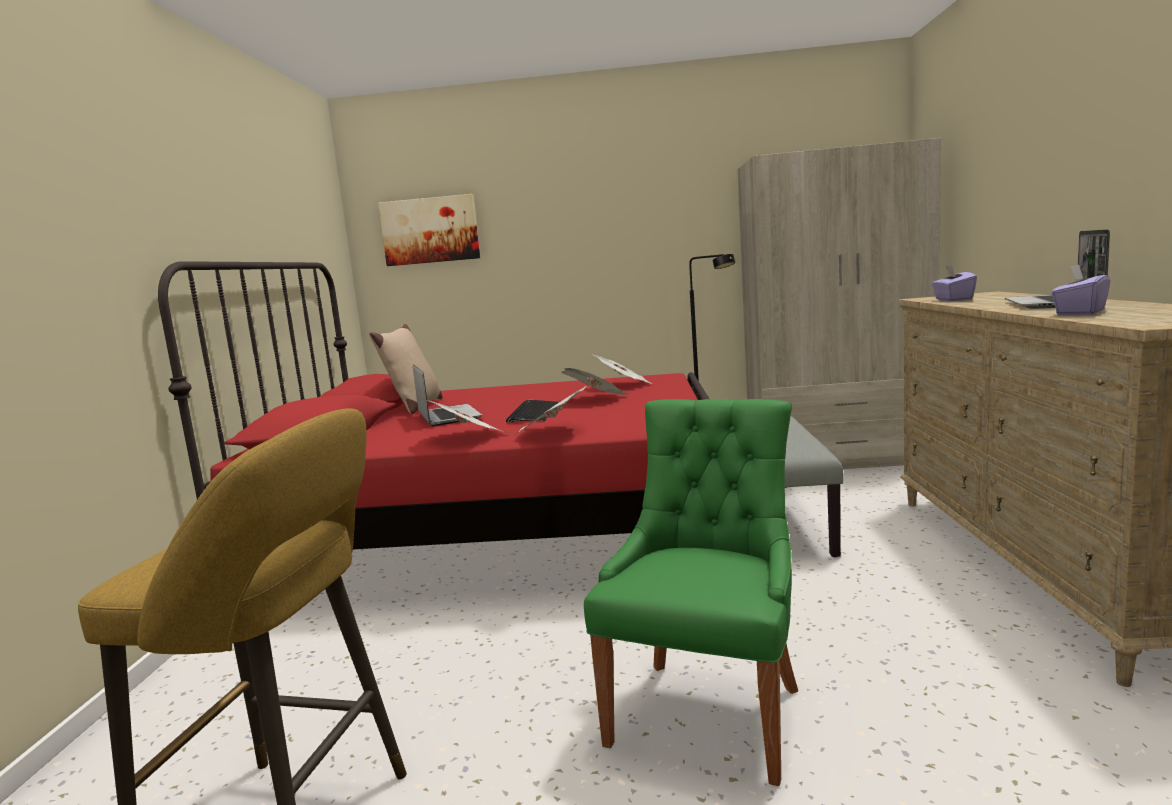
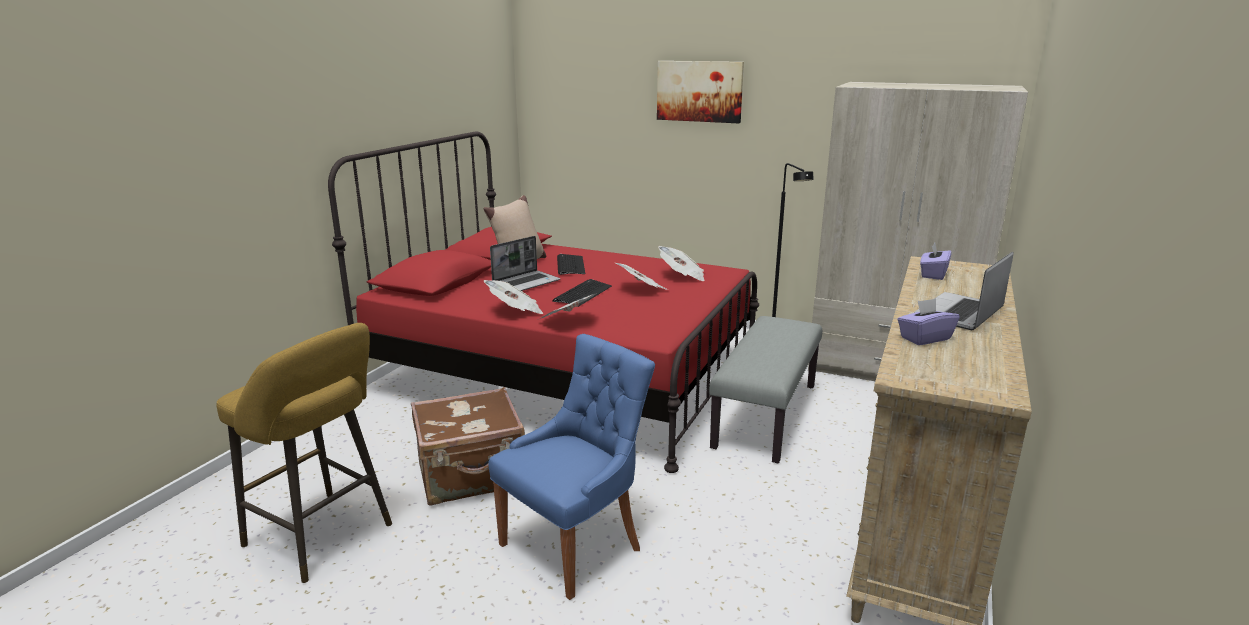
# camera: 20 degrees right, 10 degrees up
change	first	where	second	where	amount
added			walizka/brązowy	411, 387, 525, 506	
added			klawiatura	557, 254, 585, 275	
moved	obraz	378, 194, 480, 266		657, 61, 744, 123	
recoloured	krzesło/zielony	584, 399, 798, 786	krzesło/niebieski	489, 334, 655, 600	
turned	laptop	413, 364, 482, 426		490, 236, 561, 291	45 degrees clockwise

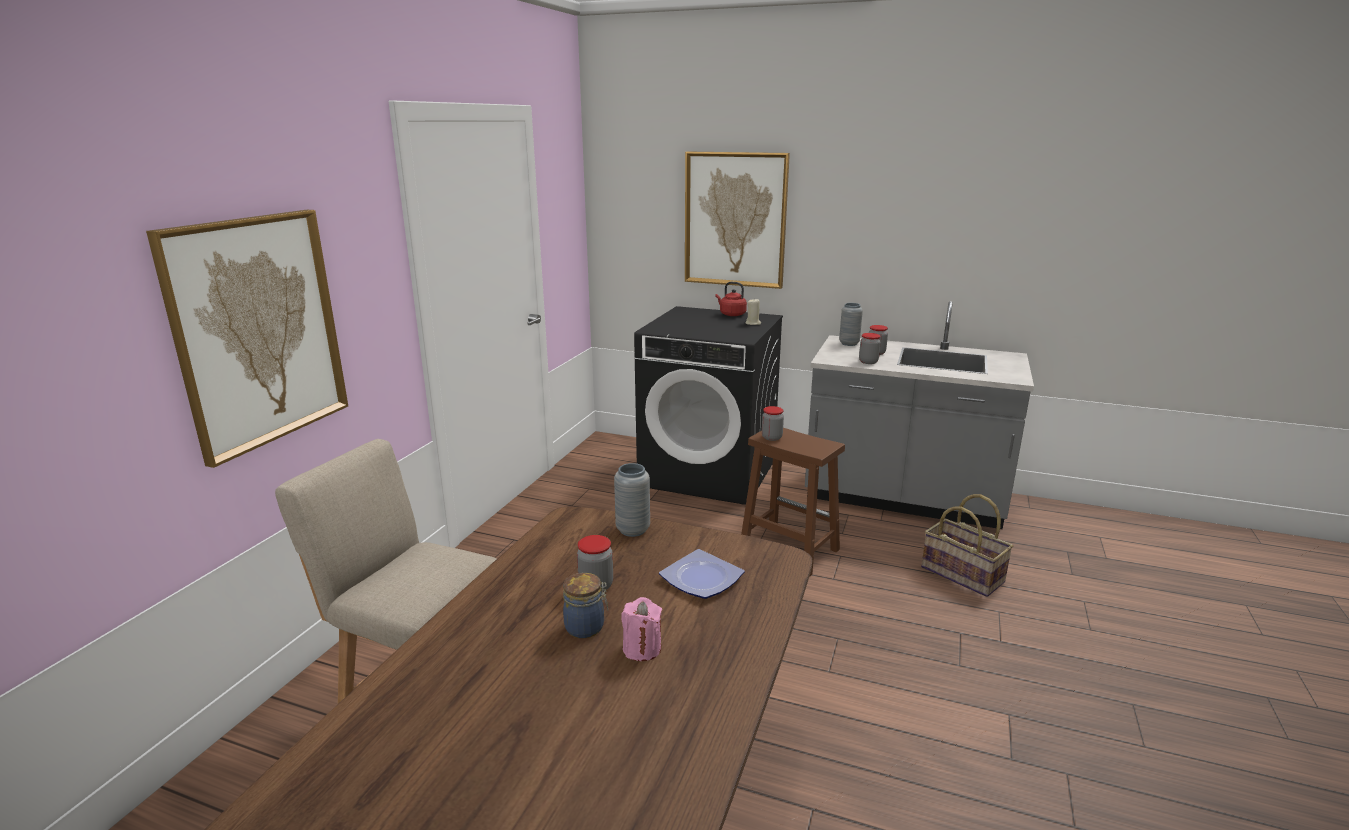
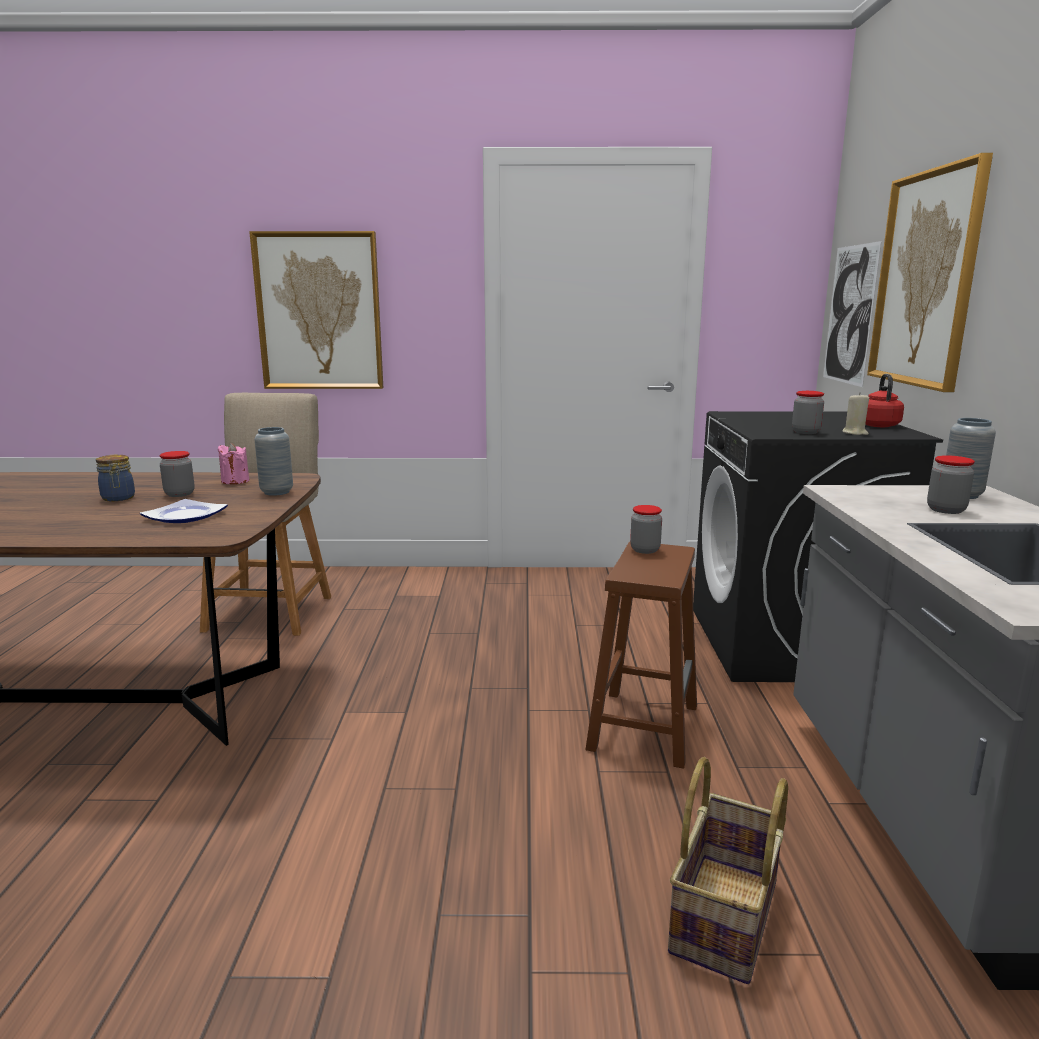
# camera: 70 degrees right, 5 degrees down
change	first	where	second	where	amount
added			obraz	823, 241, 882, 387	
moved	świeca/różowy	621, 597, 662, 661		218, 443, 249, 484	
moved	słoik	859, 333, 881, 364		792, 391, 824, 434	

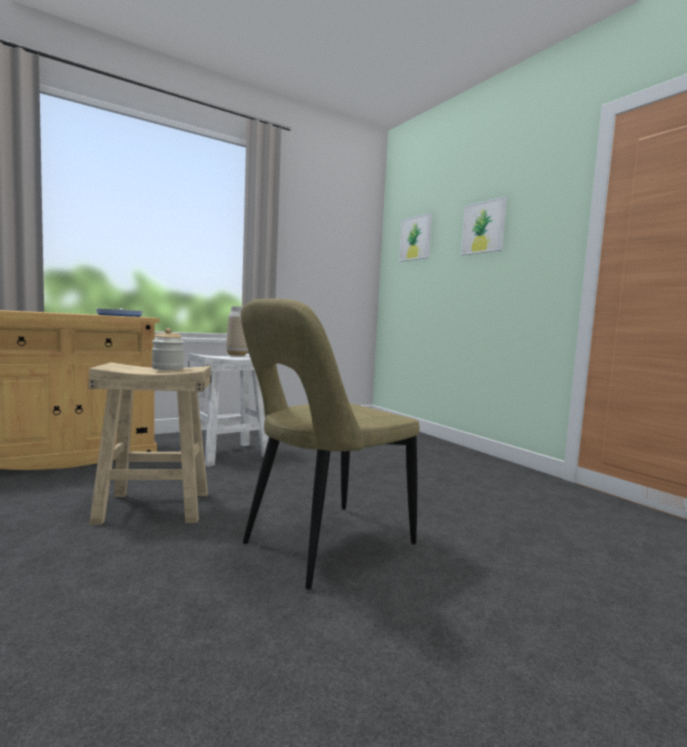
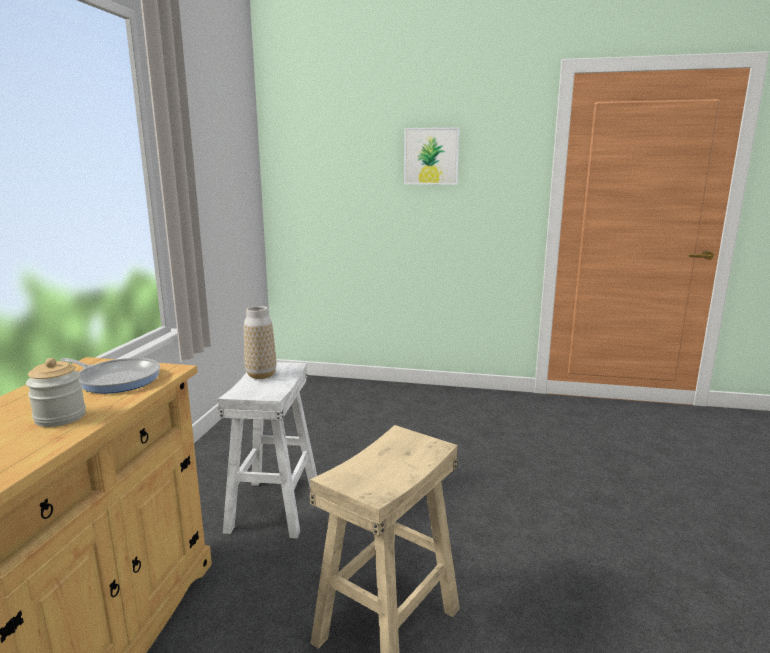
# camera: 45 degrees left, 10 degrees up
change	first	where	second	where	amount
removed	krzesło/beżowy	241, 298, 420, 590			
removed	obraz	399, 213, 432, 262			
moved	słoik	152, 328, 184, 370		26, 358, 86, 427	

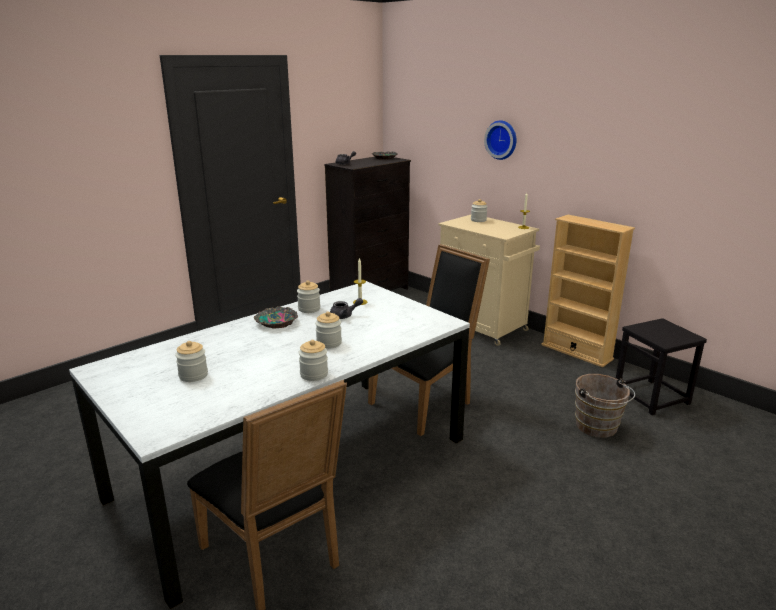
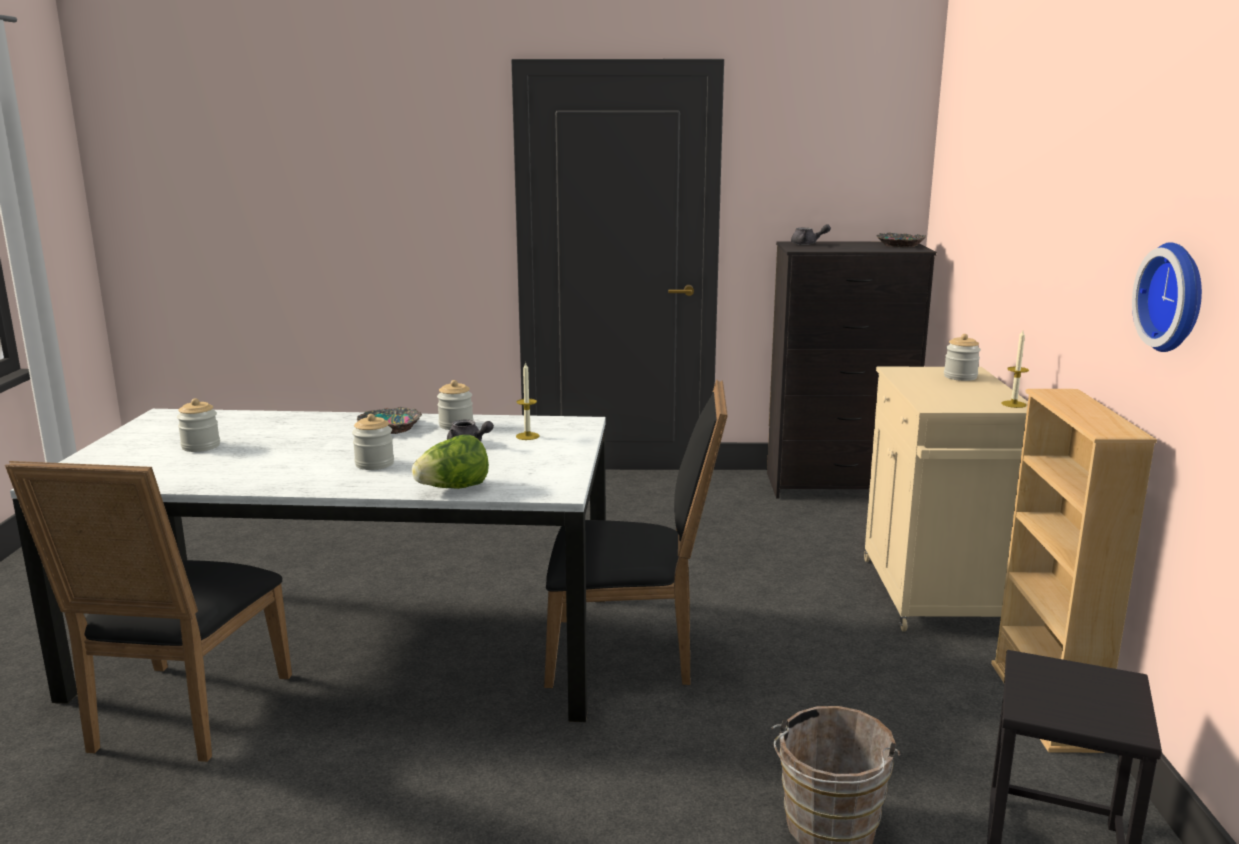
# camera: 45 degrees right, 5 degrees down
change	first	where	second	where	amount
removed	słoik	298, 340, 328, 381			
added			sałata	412, 435, 489, 489	
moved	zegar ścienny	484, 120, 516, 160		1132, 242, 1202, 352	

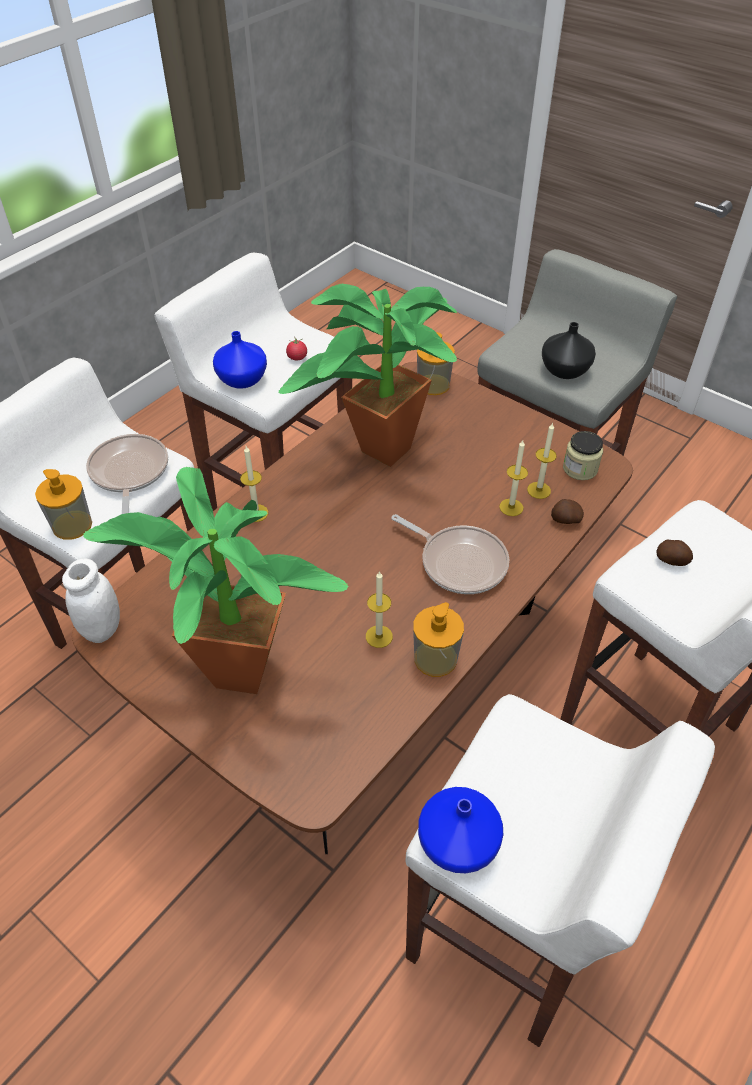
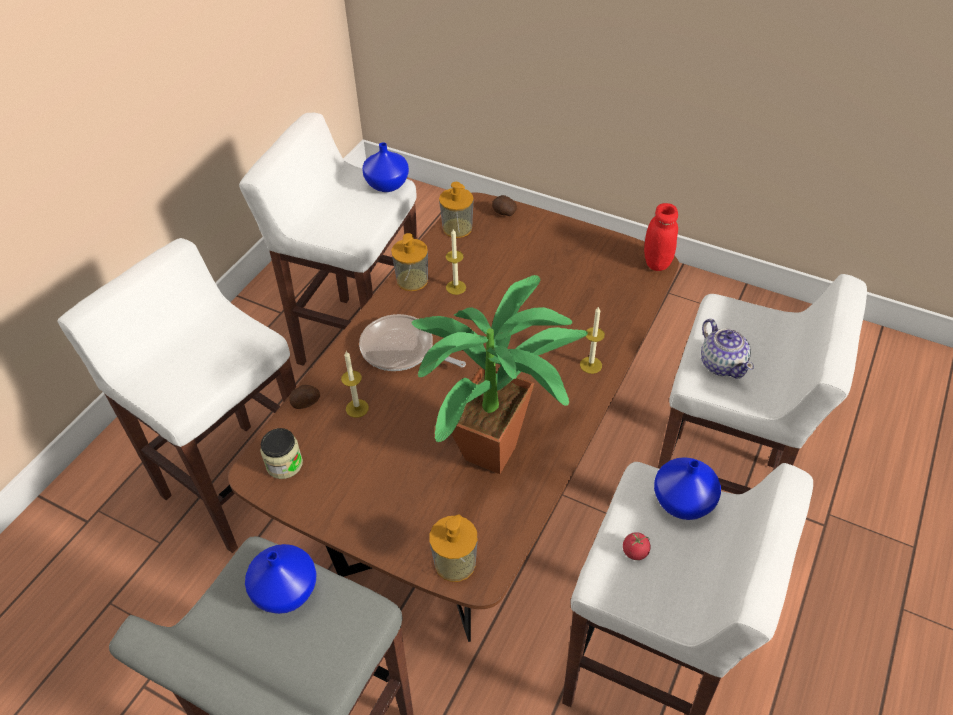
# camera: 170 degrees right, 0 degrees up
change	first	where	second	where	amount
removed	roślina doniczkowa	83, 467, 348, 694			
removed	świeca	527, 423, 557, 499			
moved	dozownik mydła	35, 469, 92, 540		439, 182, 474, 238	
moved	ziemniak	656, 539, 693, 566		492, 195, 517, 216	
replaced	patelnia	86, 434, 168, 514	imbryk	701, 319, 754, 379	
recoloured	słoik/biały	62, 559, 120, 643	słoik/czerwony	644, 203, 678, 271	
recoloured	wazon/czarny	542, 322, 596, 379	wazon/niebieski	245, 544, 316, 614	

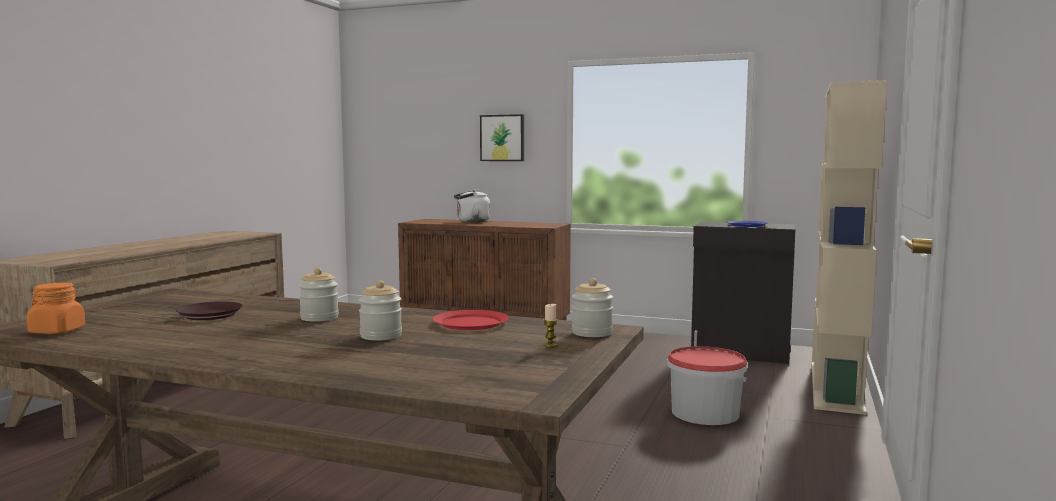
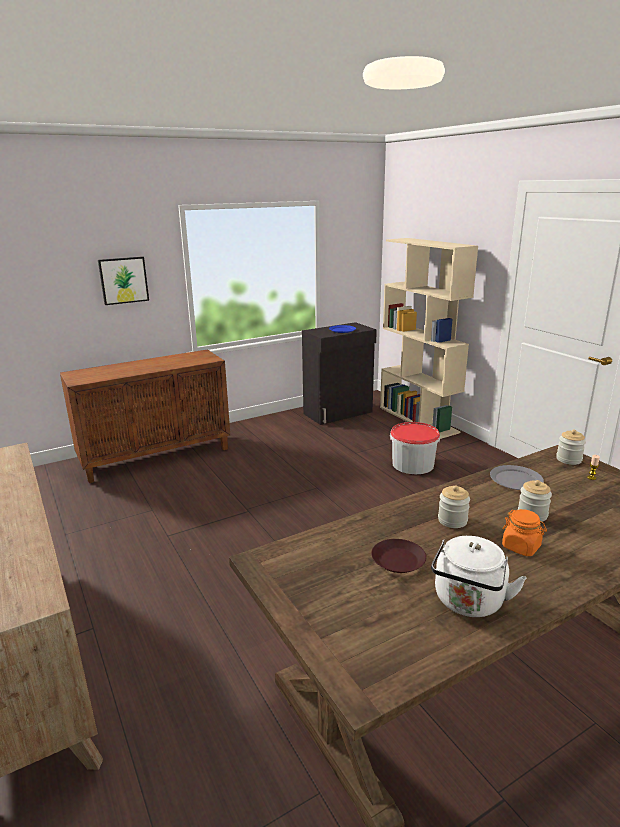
# camera: 50 degrees left, 15 degrees up
change	first	where	second	where	amount
moved	słoik/pomarańczowy	27, 283, 85, 334		502, 509, 547, 556	
moved	czajnik/biały	454, 189, 490, 222		431, 536, 527, 617	
recoloured	talerz/czerwony	432, 310, 509, 330	talerz/szary	490, 465, 544, 490	

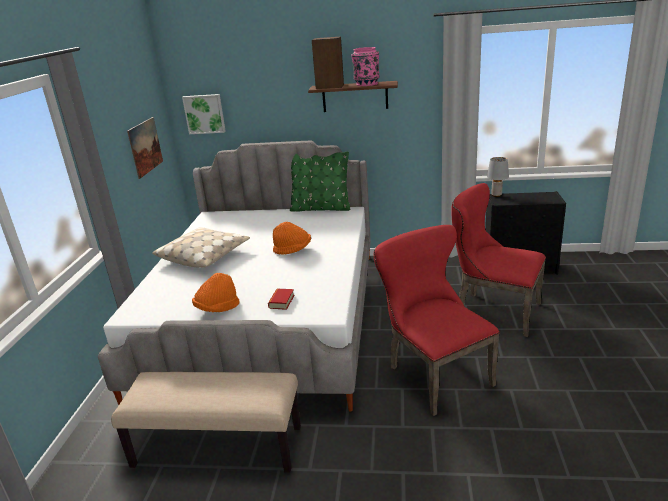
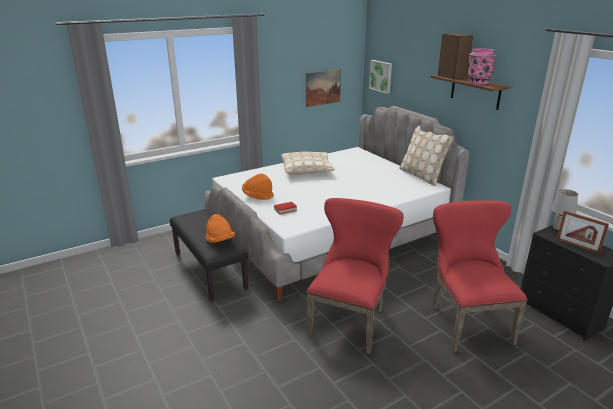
# camera: 50 degrees right, 0 degrees up
change	first	where	second	where	amount
added			ramka na zdjęcie	557, 211, 609, 254	
moved	kapelusz/pomarańczowy	273, 222, 311, 255		206, 214, 235, 243	
recoloured	ławka/beżowy	111, 372, 301, 473	ławka/czarny	170, 209, 249, 301	
recoloured	poduszka/zielony	290, 152, 350, 212	poduszka/beżowy	399, 125, 454, 186	

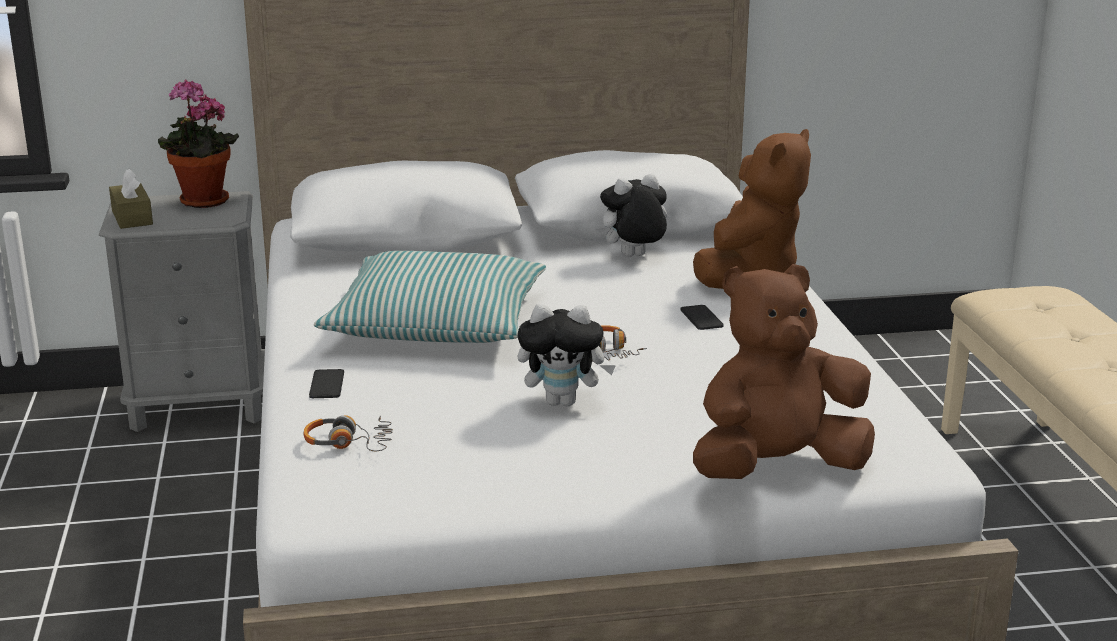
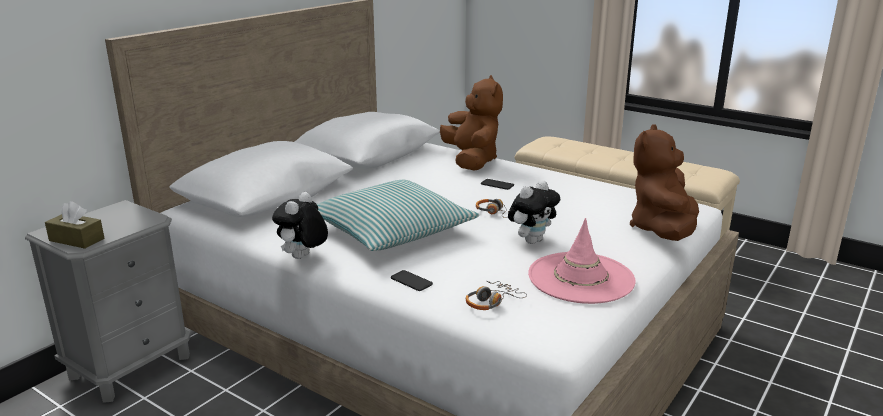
# camera: 45 degrees left, 0 degrees up
change	first	where	second	where	amount
removed	roślina doniczkowa	158, 79, 239, 208			
added			kapelusz/różowy	528, 218, 636, 304	
moved	pluszak	595, 174, 667, 257		272, 192, 328, 259	

